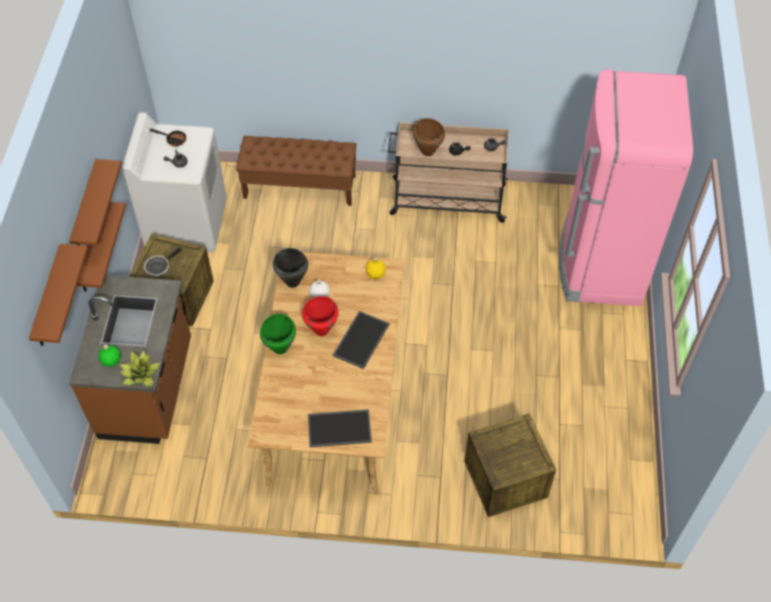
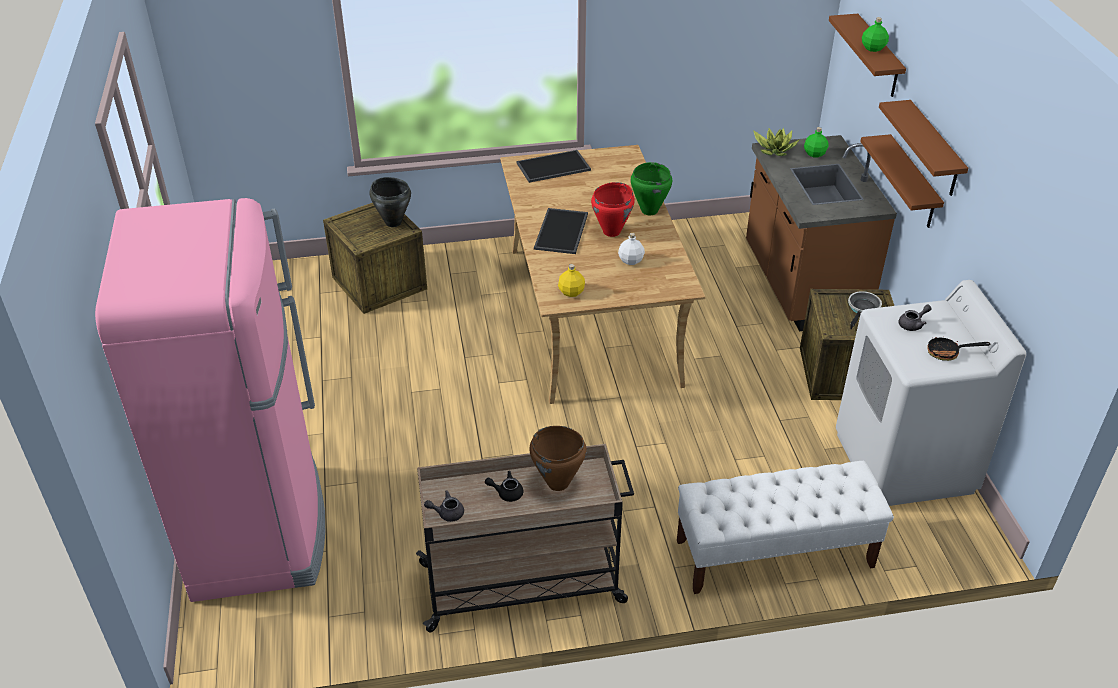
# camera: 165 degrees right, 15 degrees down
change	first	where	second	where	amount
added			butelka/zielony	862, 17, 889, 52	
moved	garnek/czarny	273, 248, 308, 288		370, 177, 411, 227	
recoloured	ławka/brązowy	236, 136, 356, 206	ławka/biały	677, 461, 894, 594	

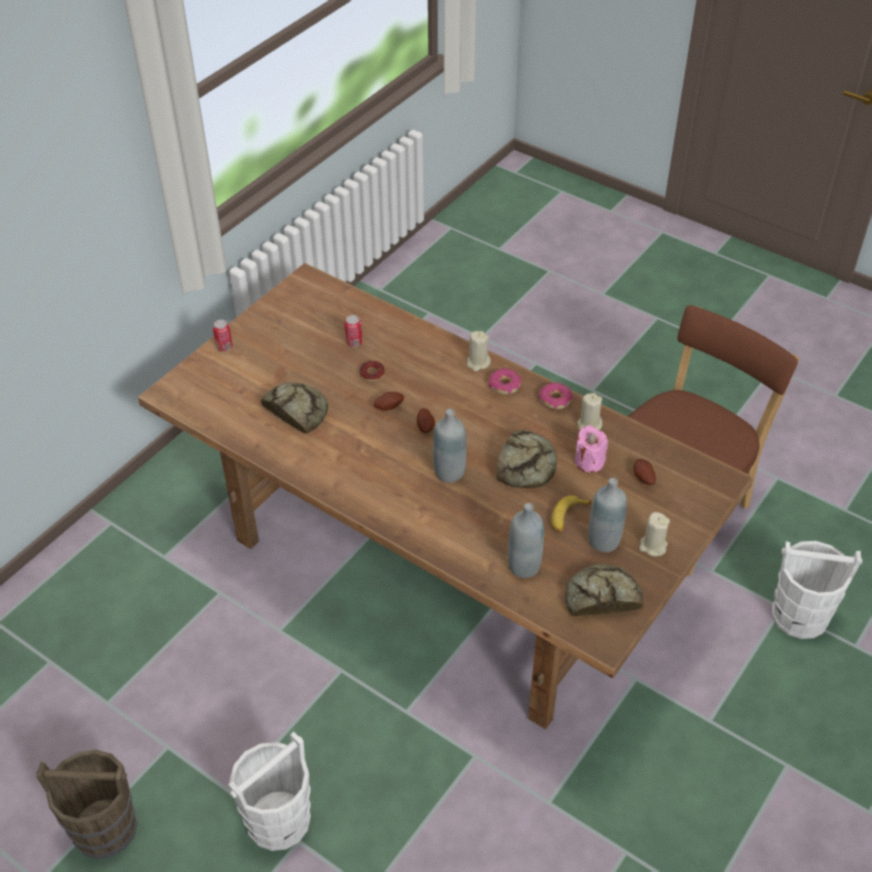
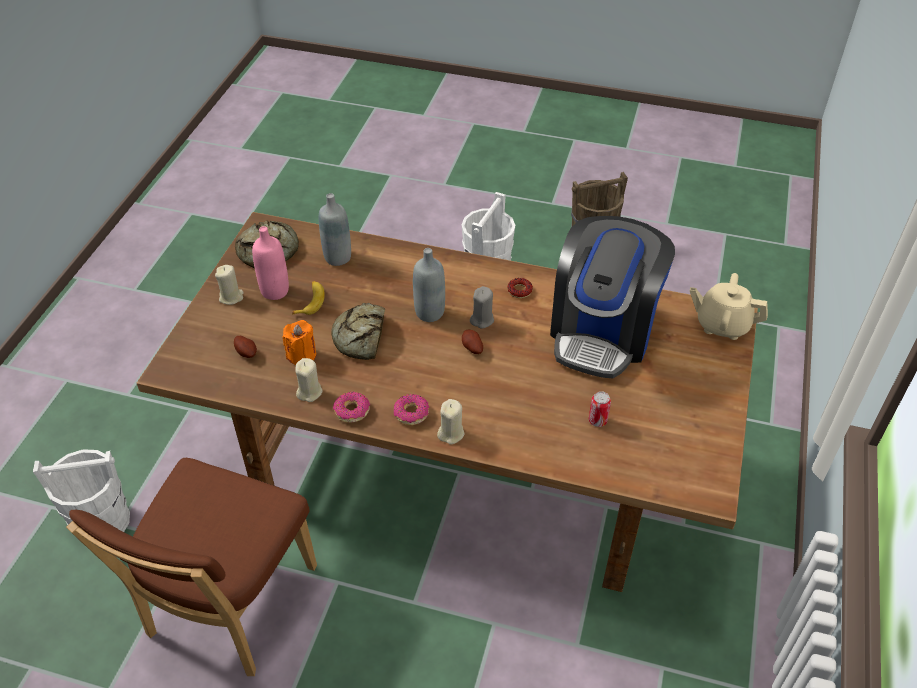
# camera: 160 degrees right, 0 degrees up
change	first	where	second	where	amount
removed	puszka	213, 319, 233, 352			
removed	ziemniak	374, 392, 404, 411			
added			świeca/szary	470, 286, 494, 329	
added			imbryk/beżowy	690, 273, 768, 340	
moved	donut	360, 361, 385, 381		507, 278, 533, 298	
replaced	chleb	261, 382, 328, 434	ekspres do kawy	550, 216, 675, 378	
recoloured	świeca/różowy	575, 425, 608, 473	świeca/pomarańczowy	283, 320, 316, 365	
recoloured	butelka/szary	588, 478, 627, 553	butelka/różowy	252, 226, 289, 300	

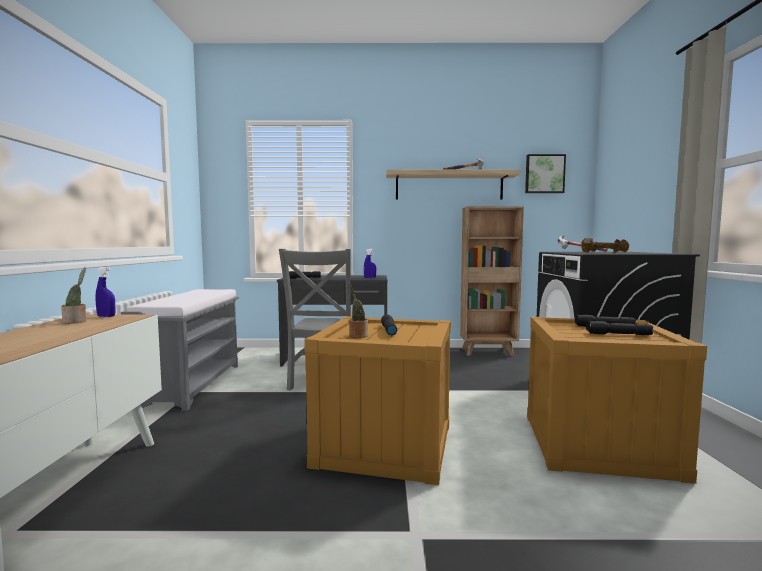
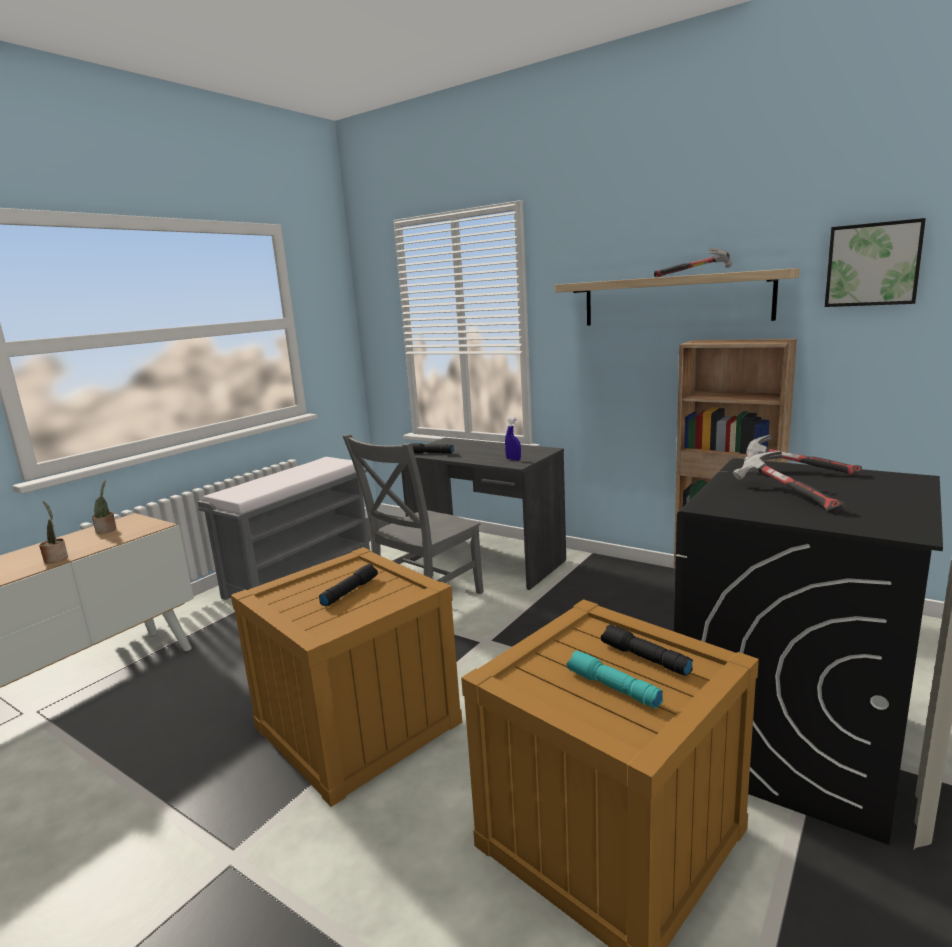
# camera: 35 degrees right, 10 degrees up
change	first	where	second	where	amount
removed	spryskiwacz/niebieski	96, 267, 116, 317			
moved	roślina doniczkowa	348, 283, 368, 338		39, 501, 68, 563	
replaced	hantel/brązowy	581, 238, 629, 253	młotek	733, 451, 844, 513	
recoloured	latarka/czarny	586, 321, 653, 335	latarka/turkusowy	567, 651, 663, 708	

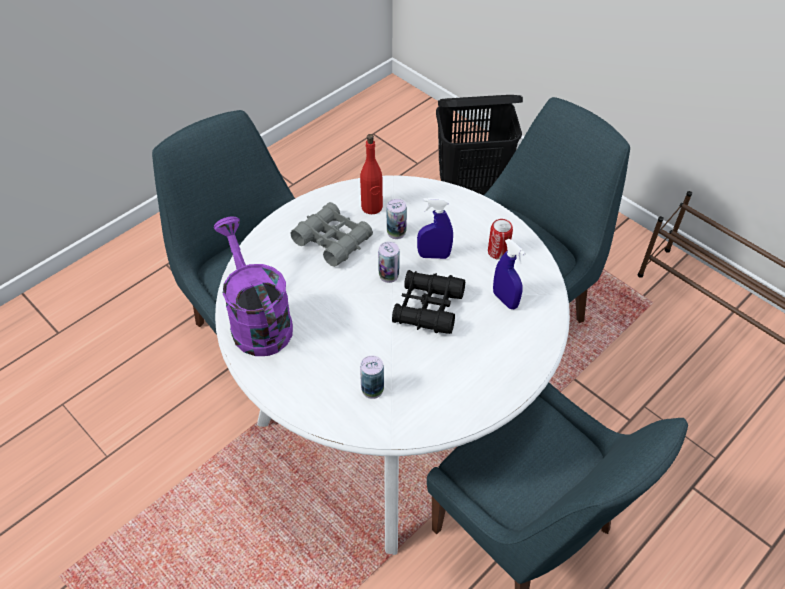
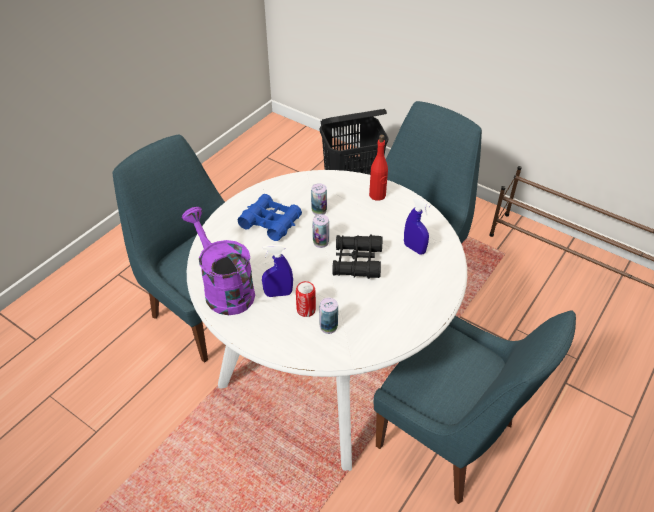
# camera: 10 degrees left, 5 degrees down
change	first	where	second	where	amount
moved	butelka/czerwony	360, 134, 383, 214		369, 134, 388, 201	
moved	spryskiwacz/niebieski	417, 198, 453, 259		262, 244, 293, 297	
moved	puszka	488, 219, 513, 260		296, 281, 316, 317	
recoloured	lornetka/szary	291, 202, 373, 267	lornetka/niebieski	238, 194, 302, 241	

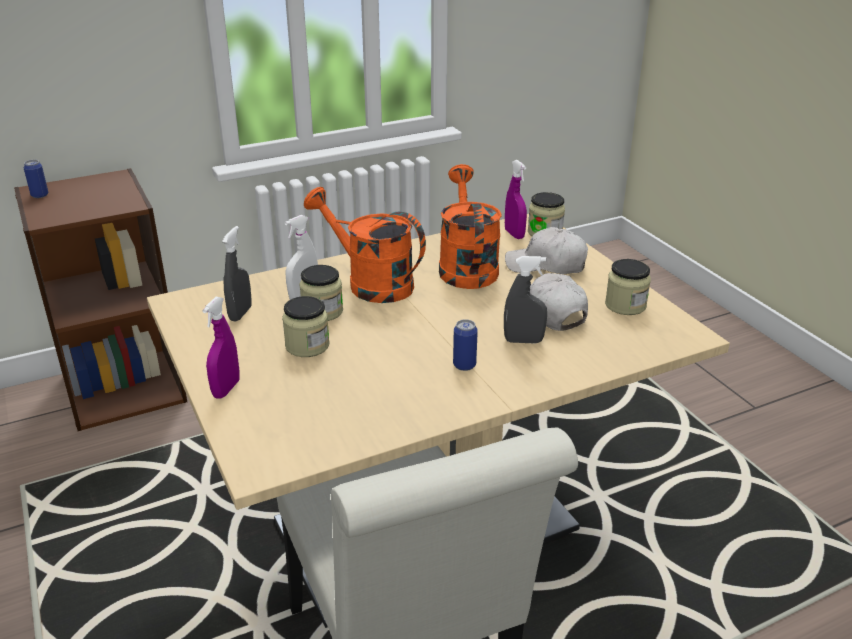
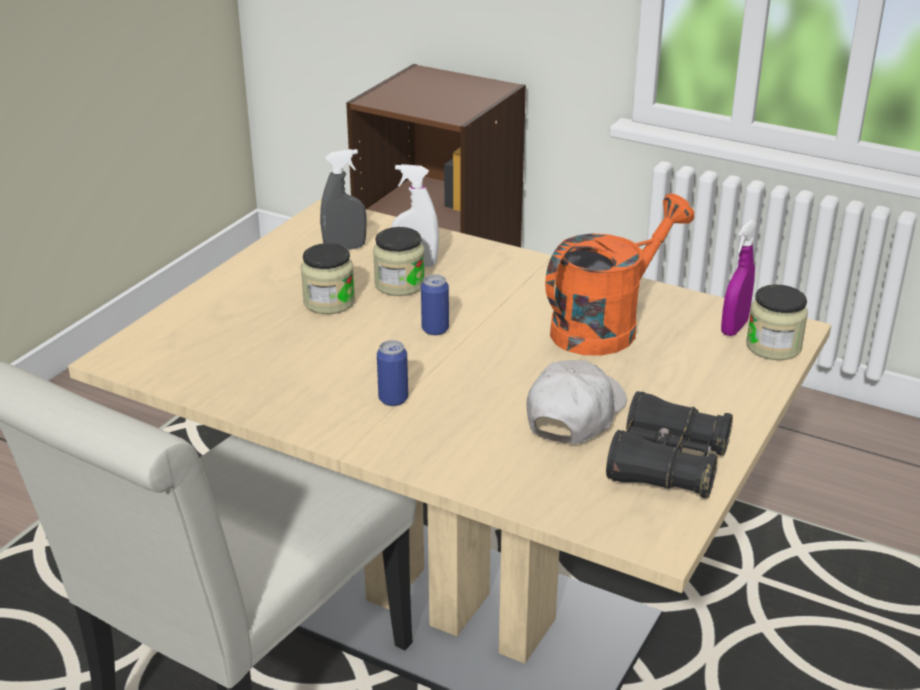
# camera: 55 degrees right, 0 degrees up
change	first	where	second	where	amount
removed	spryskiwacz/fioletowy	202, 297, 240, 398			
removed	konewka/pomarańczowy	304, 187, 426, 303			
removed	spryskiwacz/szary	504, 256, 547, 343			
removed	czapka z daszkiem/biały	505, 227, 588, 274			
moved	puszka	24, 160, 48, 198		421, 274, 449, 335	
replaced	słoik	605, 259, 651, 315	lornetka/czarny	606, 391, 733, 498	

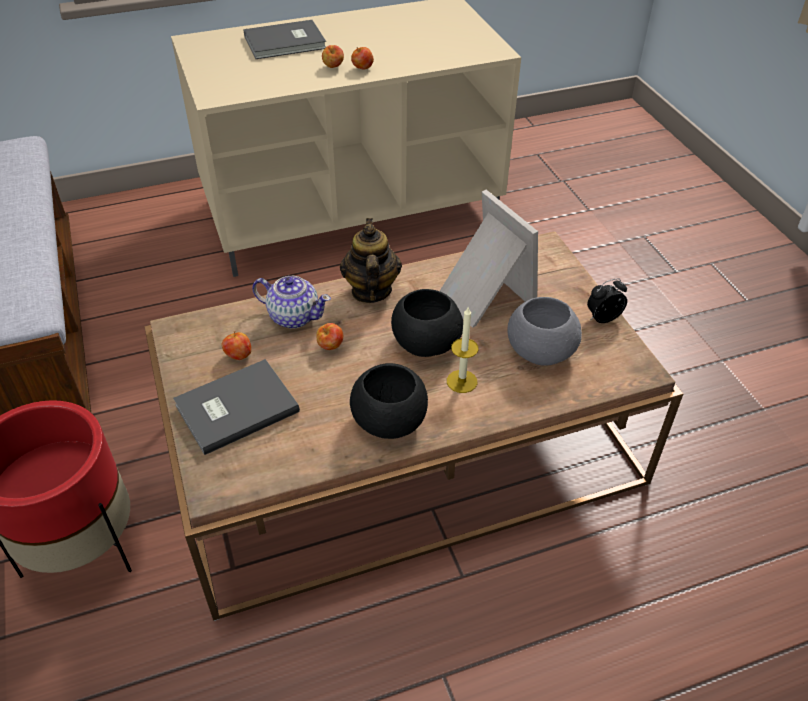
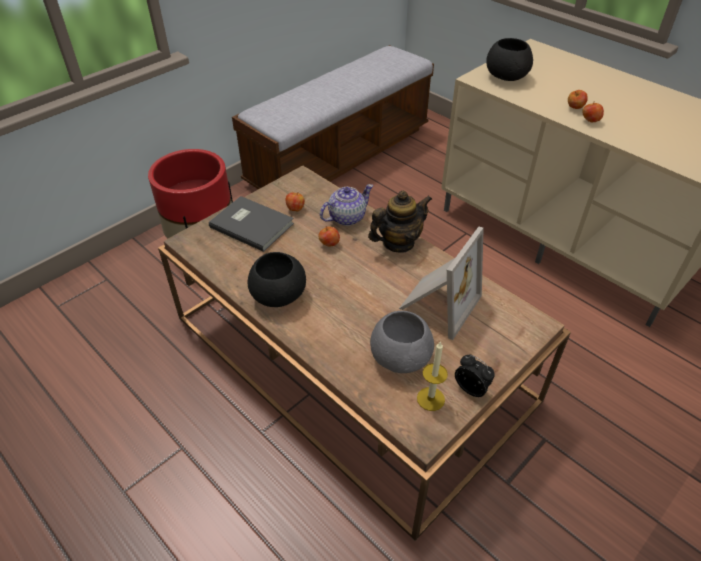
# camera: 65 degrees right, 0 degrees up
change	first	where	second	where	amount
removed	książka/szary	243, 20, 326, 59			
moved	miska/czarny	391, 289, 463, 357		486, 38, 533, 81	
moved	świeca	447, 307, 478, 393		417, 341, 448, 411	
turned	imbryk	252, 276, 331, 328		320, 184, 373, 226	120 degrees counterclockwise

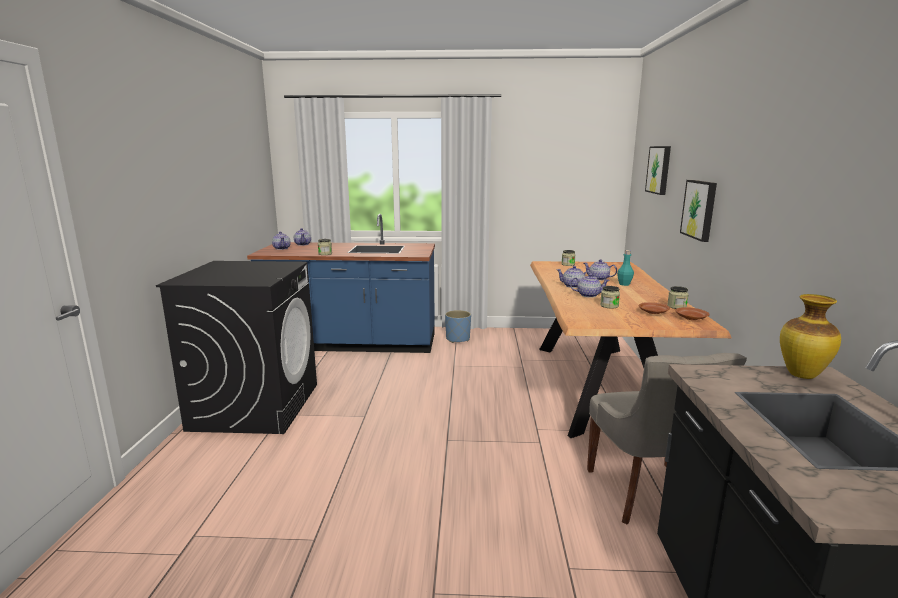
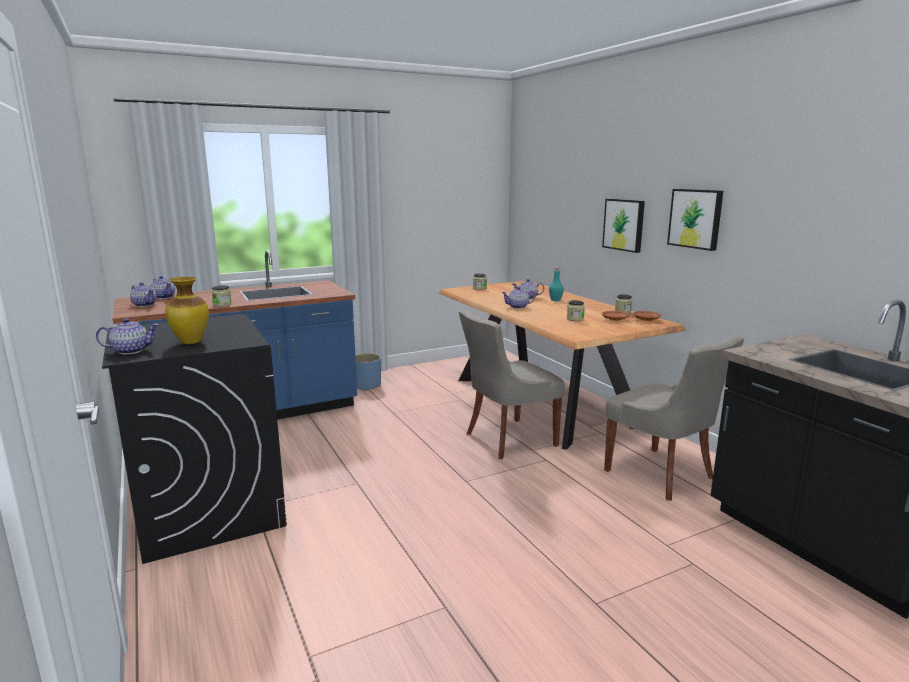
# camera: 30 degrees left, 0 degrees up
change	first	where	second	where	amount
added			krzesło/szary	459, 310, 565, 459	
moved	imbryk	570, 274, 610, 298		96, 318, 159, 354	
moved	obraz	645, 146, 671, 195		667, 189, 723, 251	
moved	wazon	780, 294, 841, 379		165, 277, 209, 344	

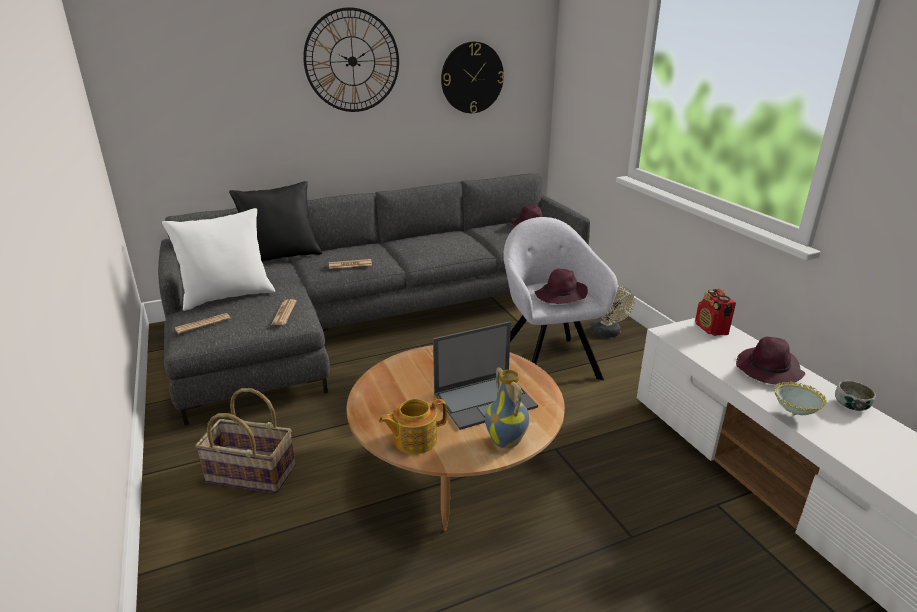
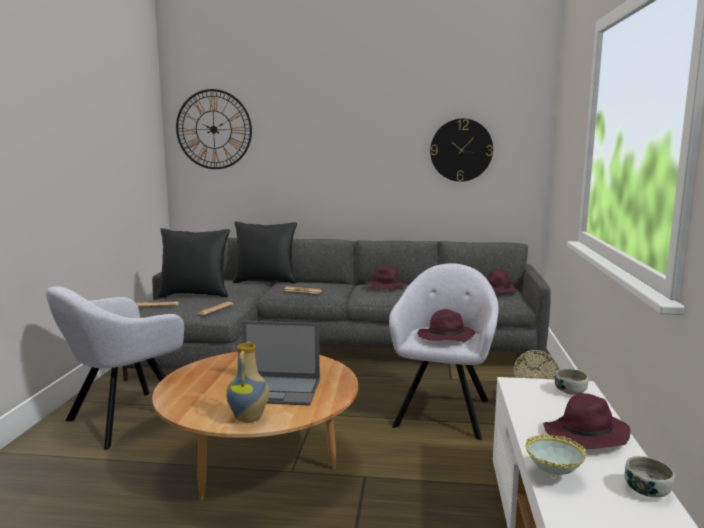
# camera: 30 degrees right, 15 degrees down
change	first	where	second	where	amount
removed	imbryk	379, 399, 447, 454			
added			kapelusz/fioletowy	365, 266, 408, 290	
moved	zegar ścienny	303, 7, 399, 112		176, 89, 252, 169	
replaced	koszyk	195, 388, 296, 493	fotel/szary	46, 286, 184, 450	
replaced	radio	695, 288, 736, 336	miska	555, 368, 589, 395	
recoloured	poduszka/biały	162, 208, 275, 311	poduszka/czarny	158, 228, 230, 297	

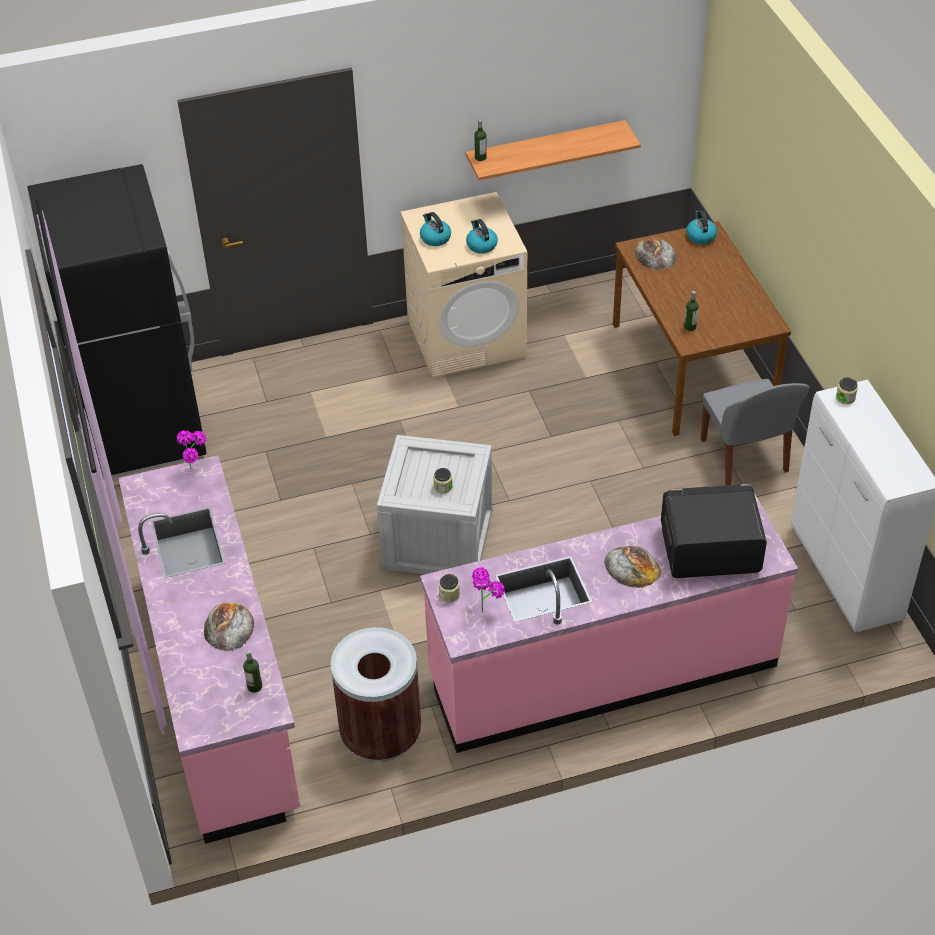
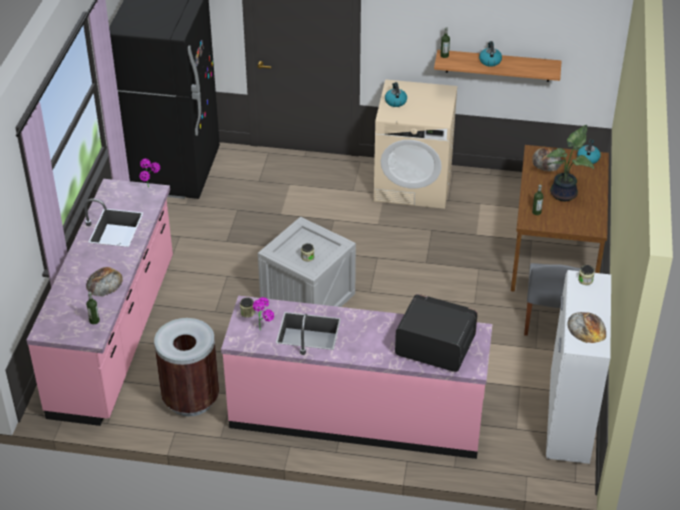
# camera: 25 degrees right, 5 degrees down
change	first	where	second	where	amount
added			roślina doniczkowa	547, 125, 594, 201	
moved	czajnik	466, 219, 498, 254		479, 41, 502, 67	
moved	chleb	604, 546, 661, 588		567, 312, 606, 343	

